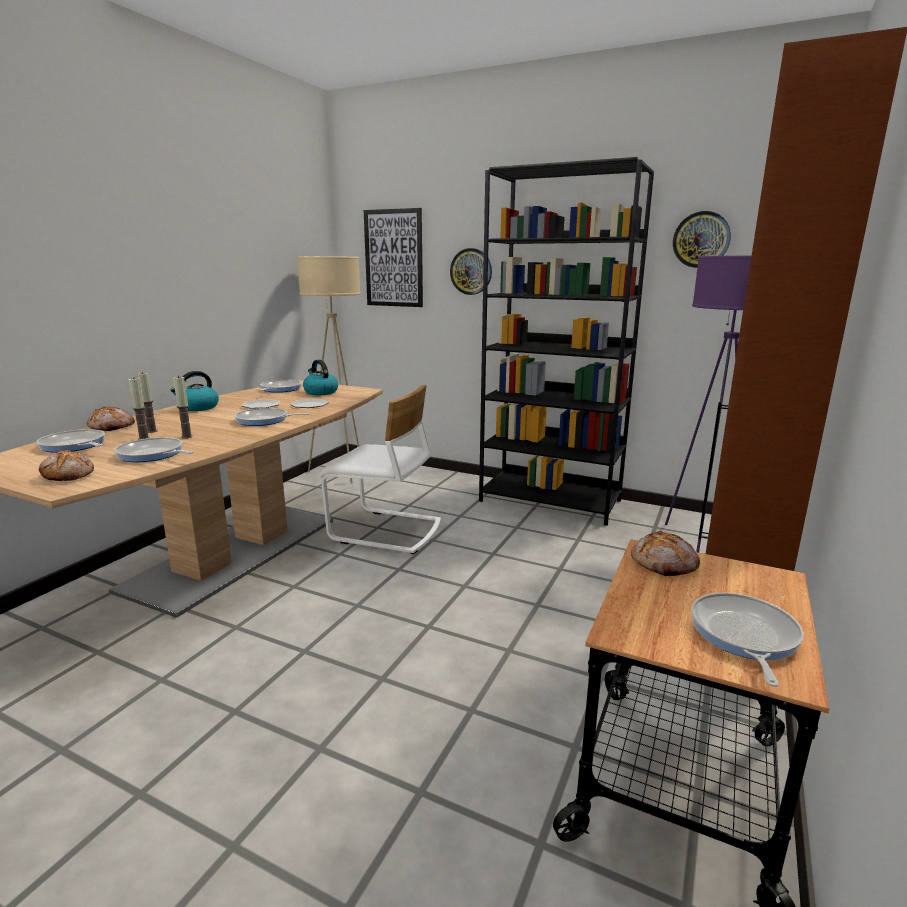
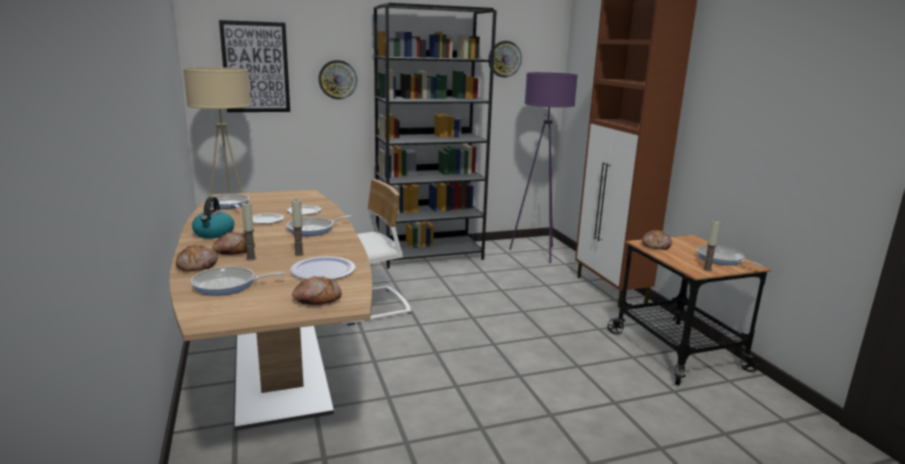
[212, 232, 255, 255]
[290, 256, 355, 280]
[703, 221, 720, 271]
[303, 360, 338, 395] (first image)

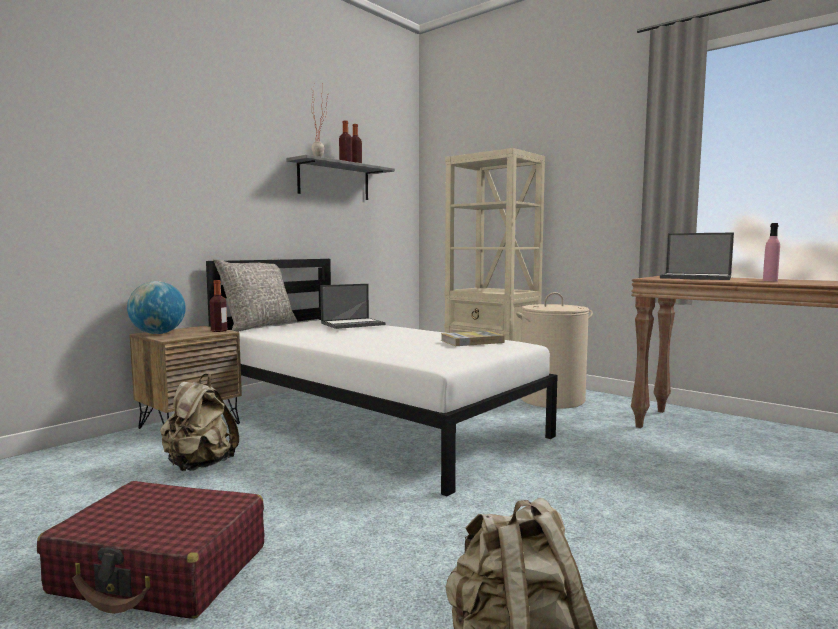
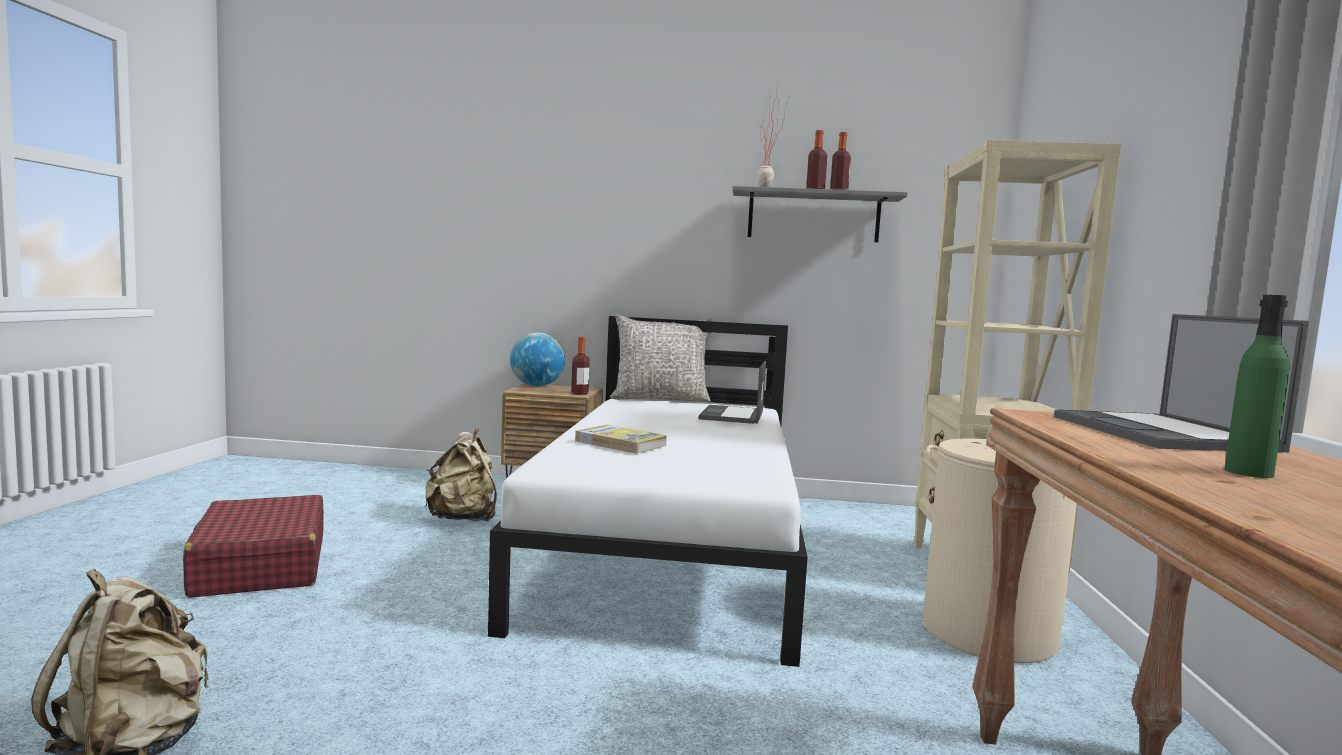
[575, 425, 667, 454]
[699, 361, 766, 424]
[1224, 295, 1290, 478]

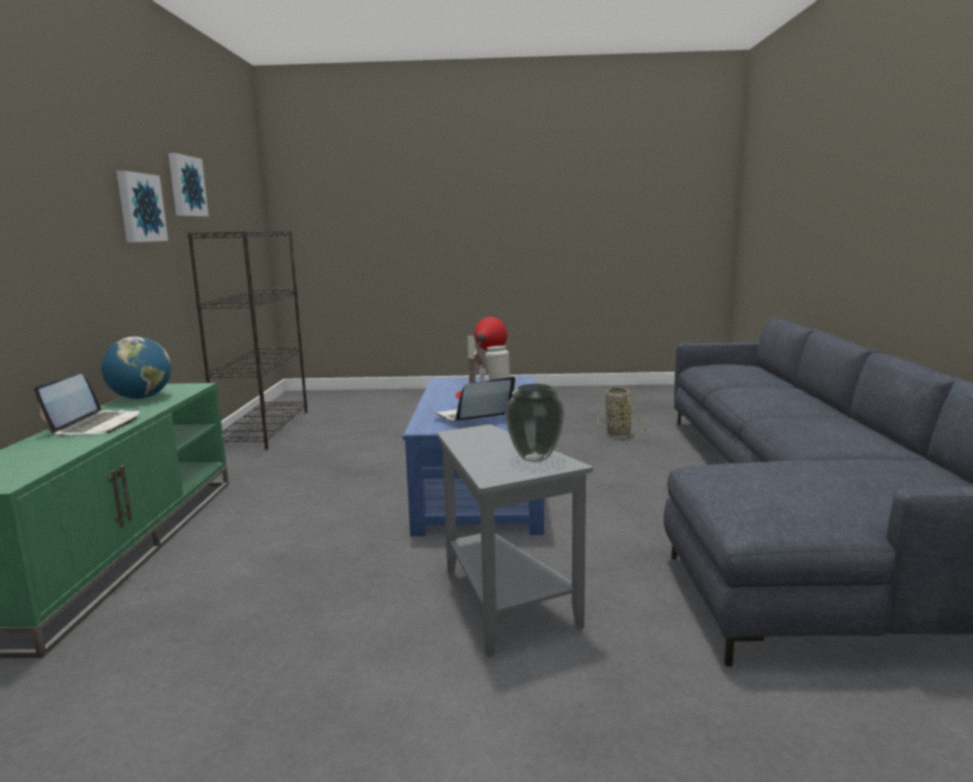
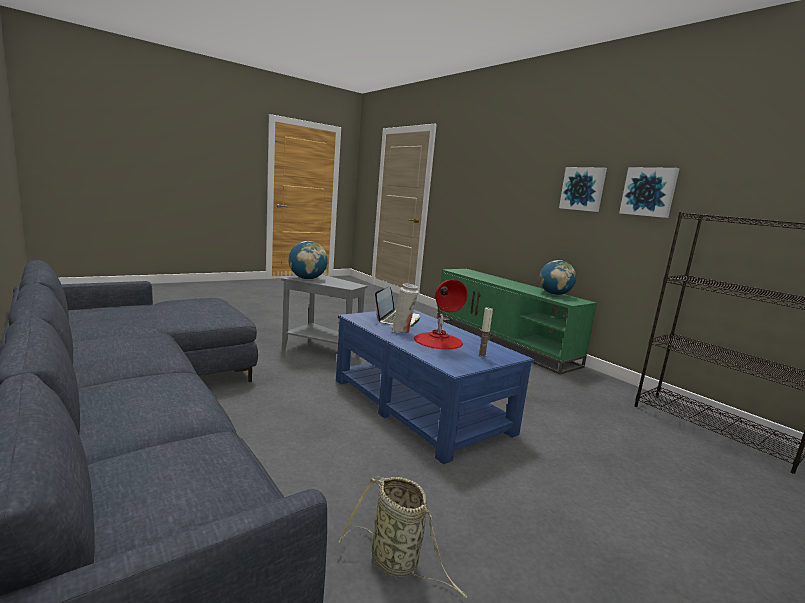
[288, 241, 328, 279]
[559, 167, 607, 212]
[34, 374, 140, 435] (first image)

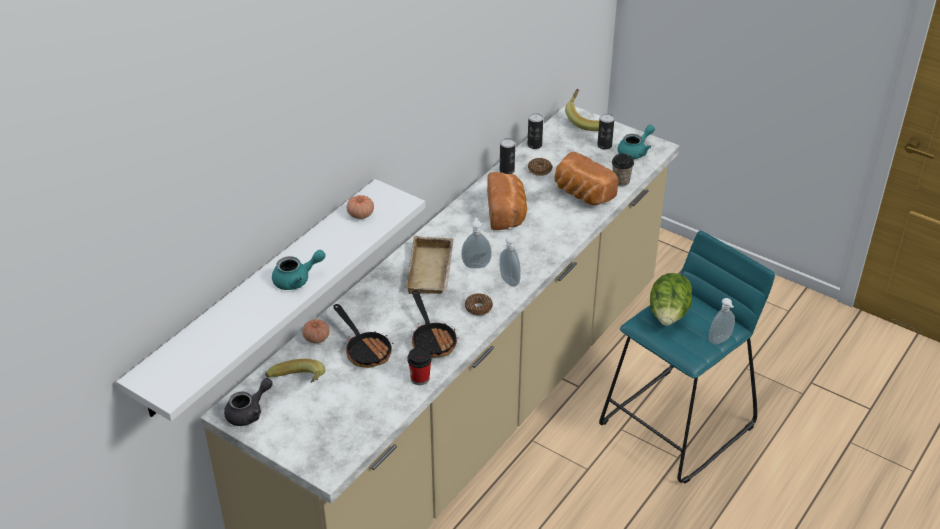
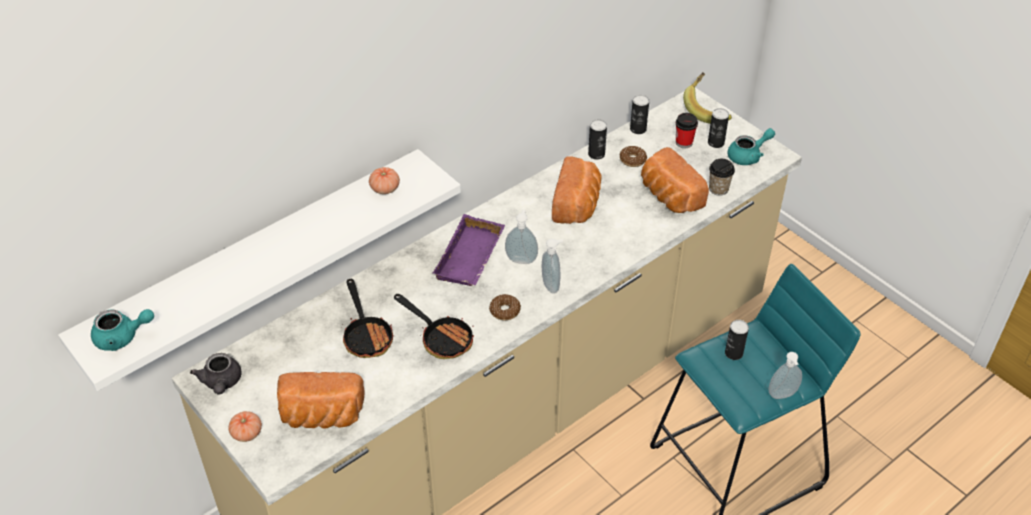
[91, 309, 154, 351]
[190, 353, 242, 395]
[228, 411, 262, 442]
[277, 372, 365, 429]
[394, 294, 474, 359]
[433, 214, 505, 286]
[676, 113, 698, 148]
[725, 320, 749, 360]
[265, 359, 326, 383] (first image)

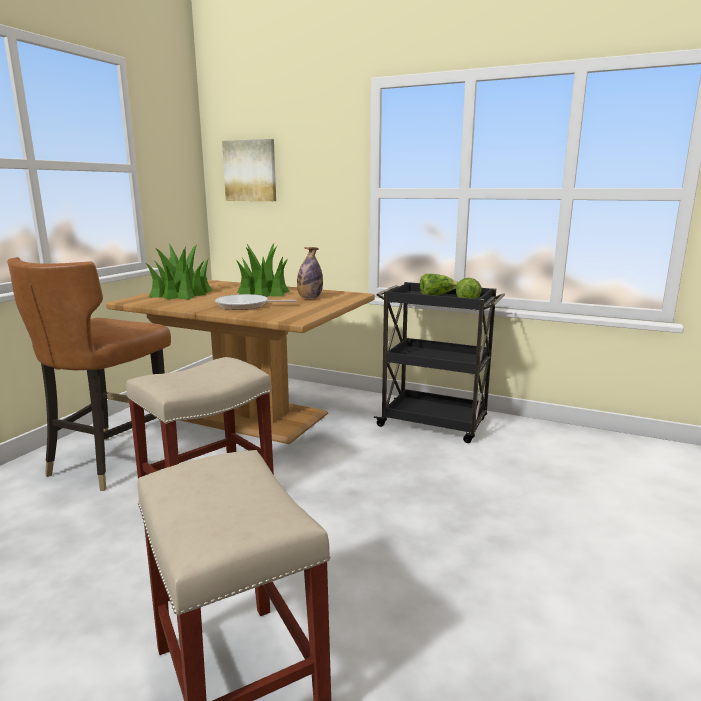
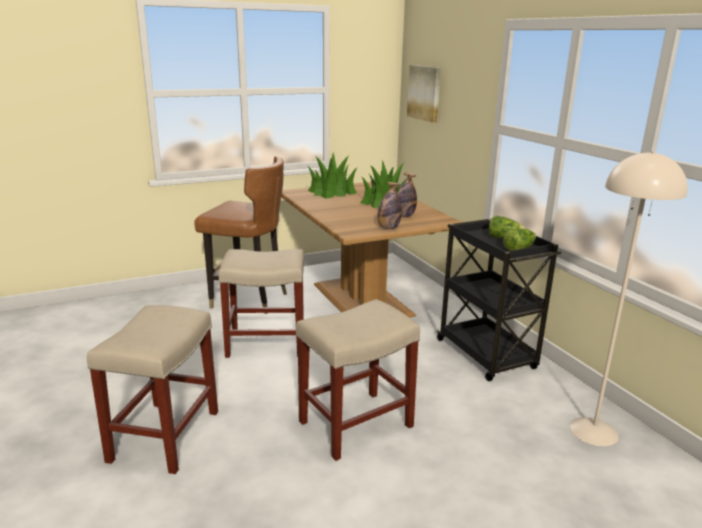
[195, 156, 287, 314]
[296, 299, 420, 461]
[378, 182, 402, 229]
[570, 151, 688, 447]
[215, 294, 297, 310] (first image)

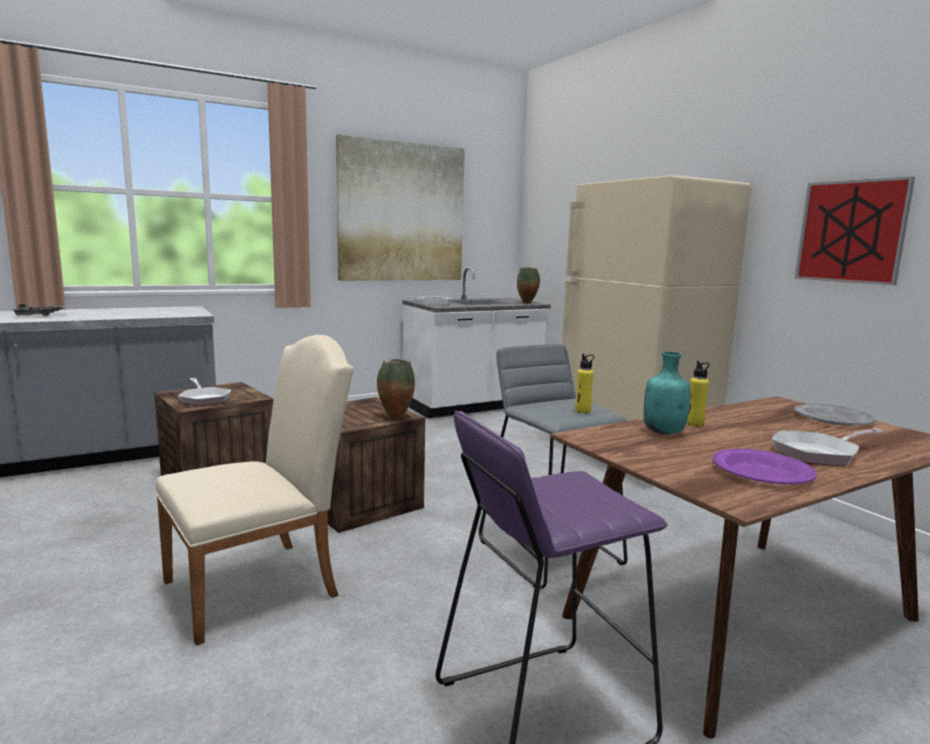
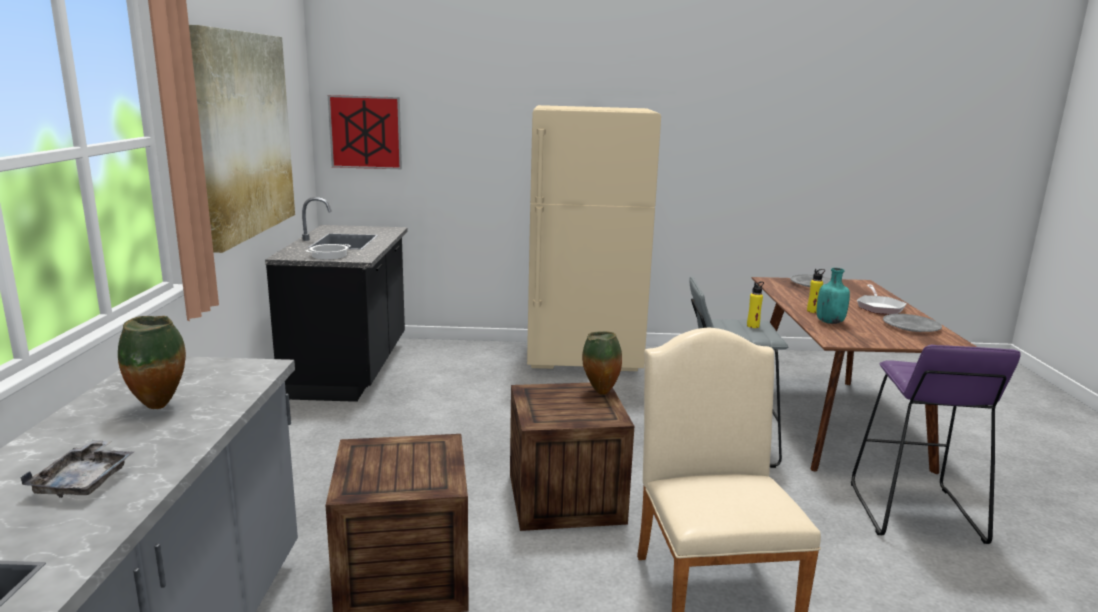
[118, 316, 186, 409]
[265, 197, 408, 402]
[328, 95, 402, 169]
[883, 314, 942, 332]
[179, 378, 231, 406] (first image)

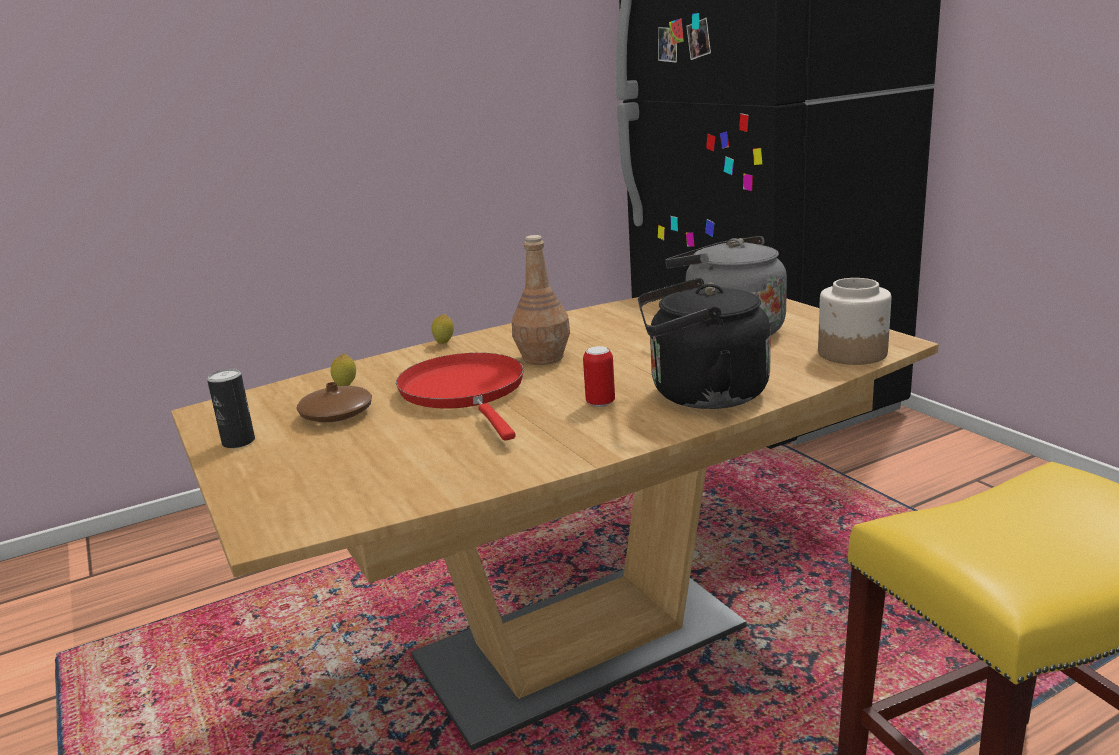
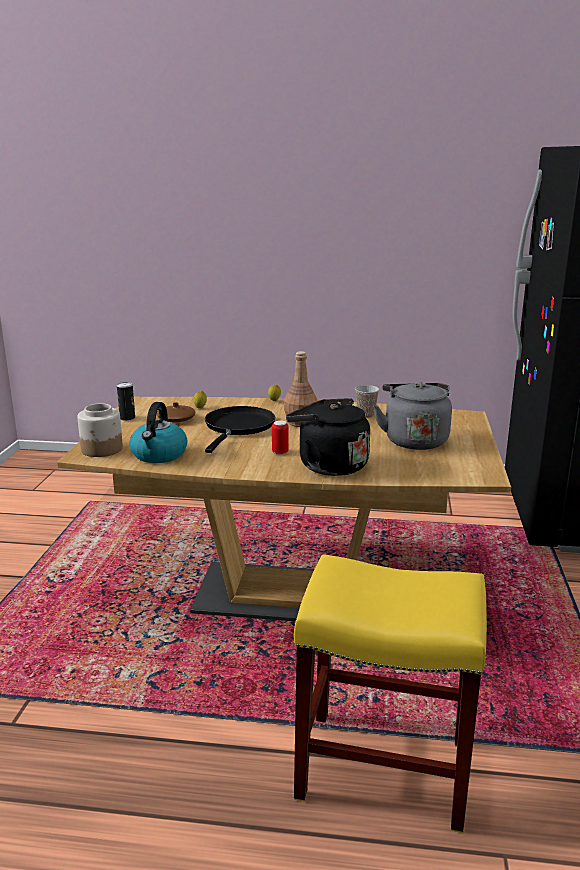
[77, 404, 123, 457]
[130, 402, 188, 463]
[205, 406, 275, 453]
[355, 385, 379, 418]

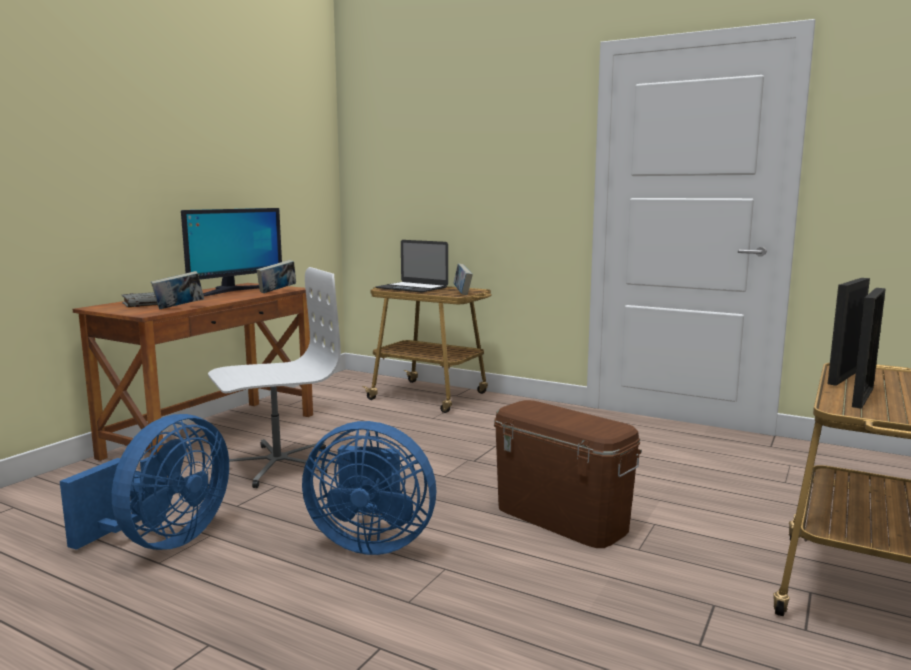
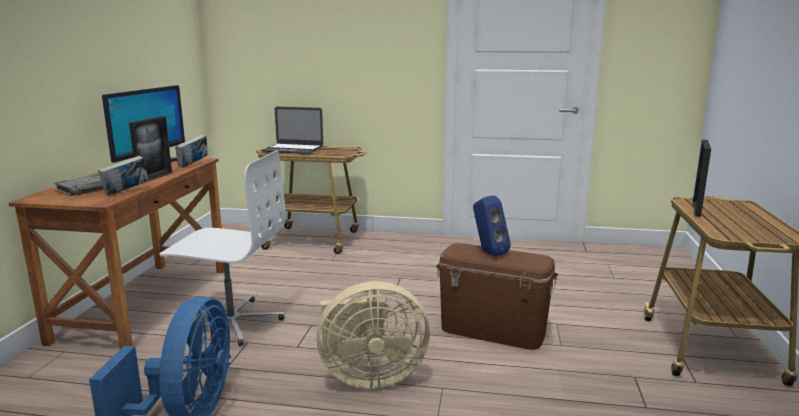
[129, 116, 172, 181]
[159, 150, 286, 346]
[317, 281, 430, 389]
[473, 196, 511, 256]
[453, 263, 473, 295] (first image)

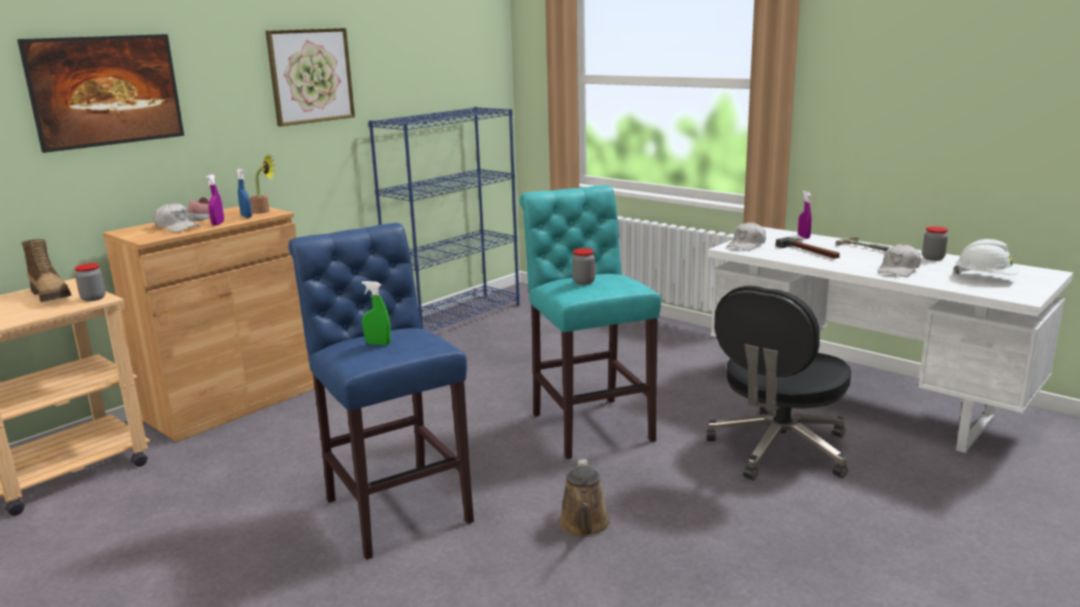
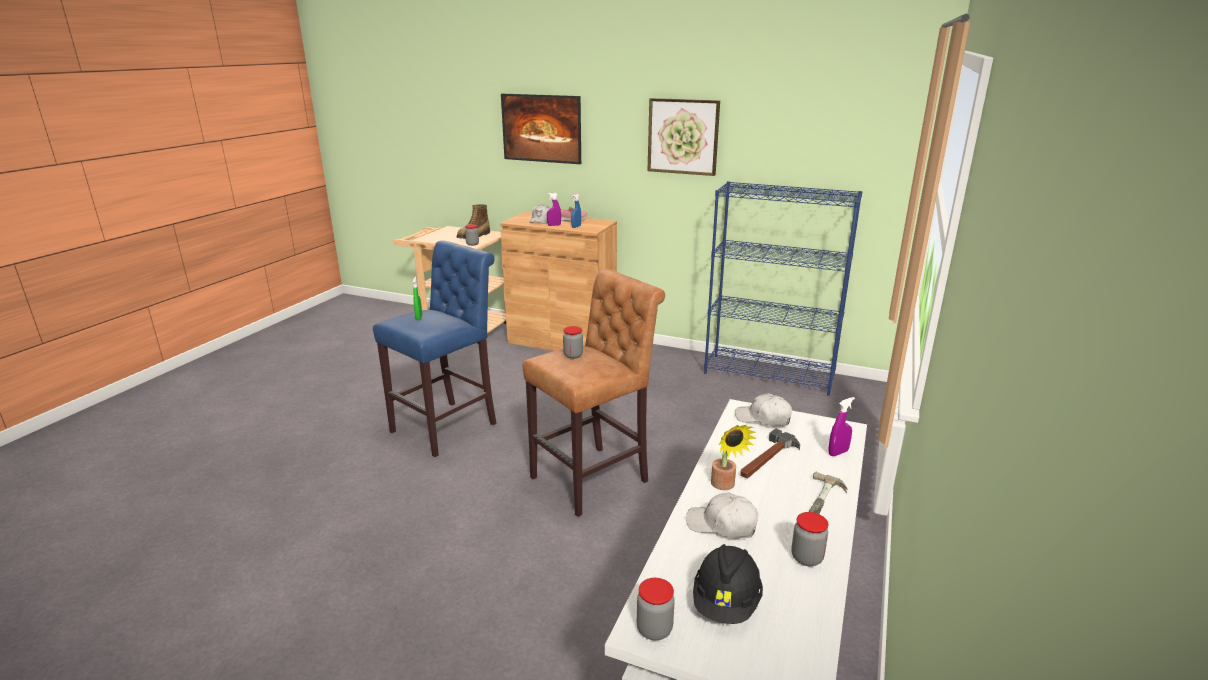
[522, 269, 665, 517]
[637, 578, 675, 641]
[693, 544, 763, 624]
[711, 425, 757, 490]
[559, 459, 610, 537] (first image)
[706, 286, 851, 480] (first image)

